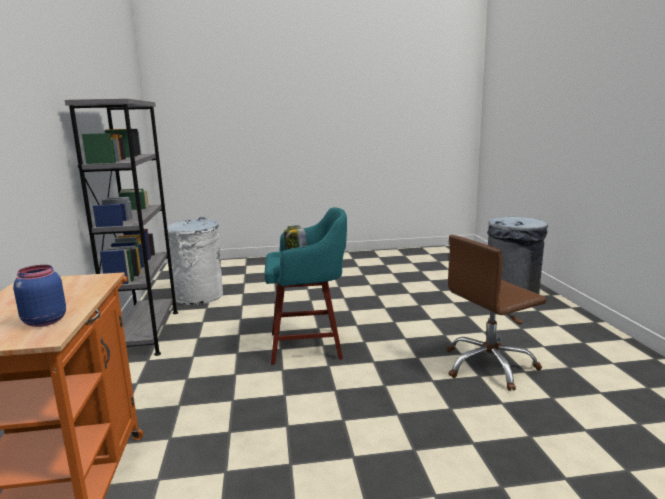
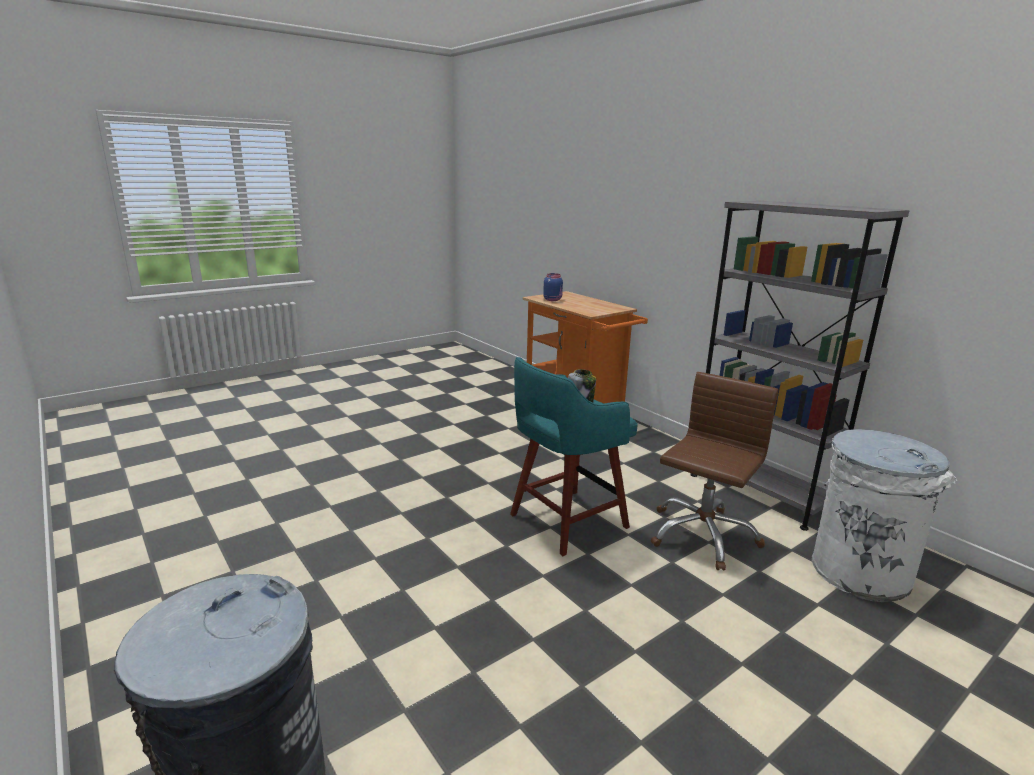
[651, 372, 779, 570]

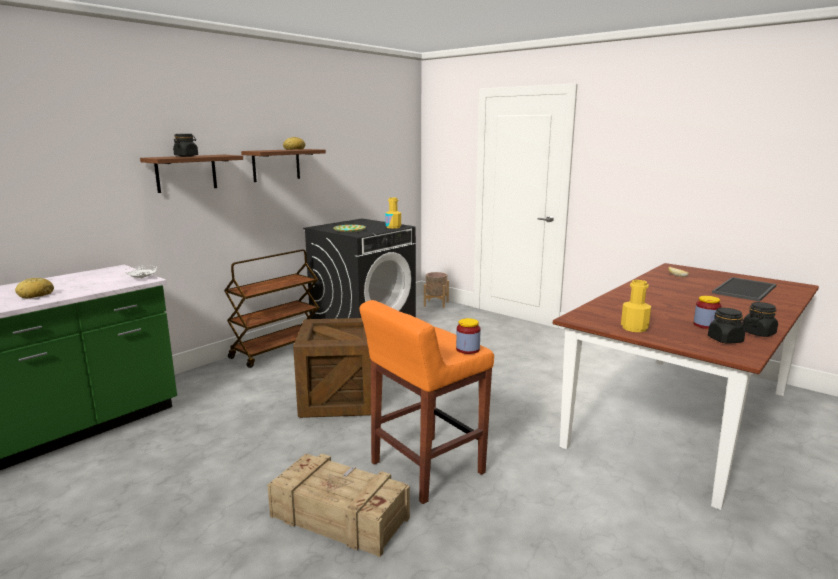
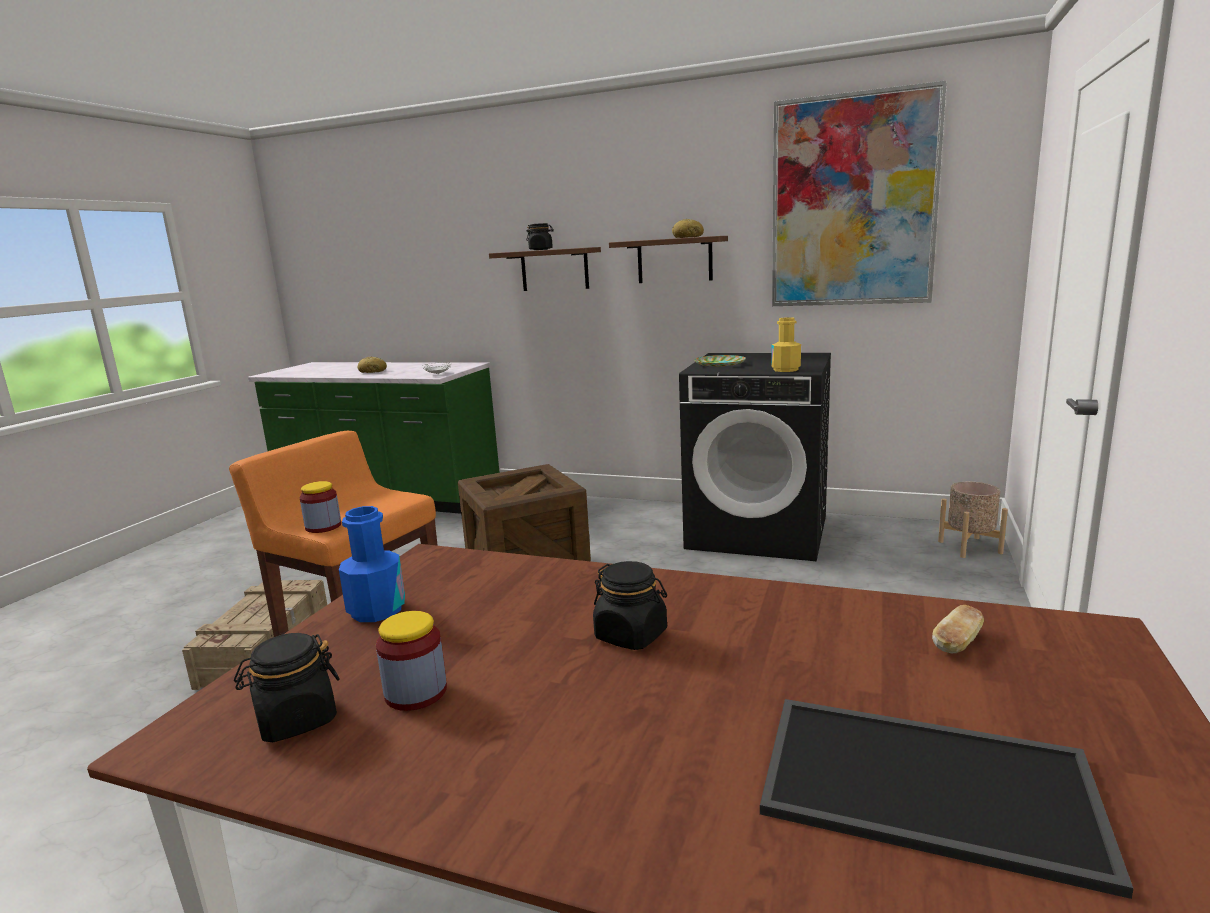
[339, 506, 405, 622]
[593, 561, 667, 650]
[772, 80, 947, 306]
[224, 249, 319, 368] (first image)

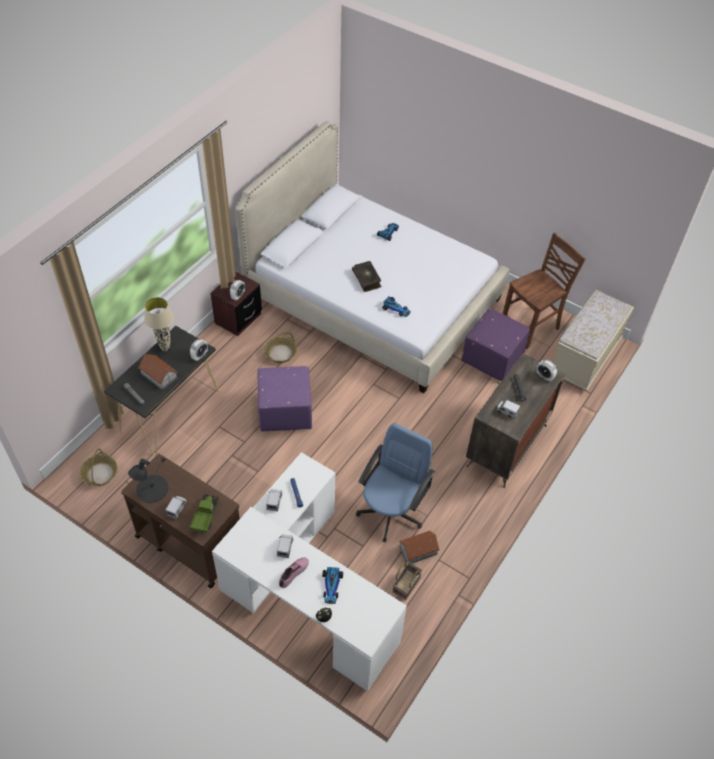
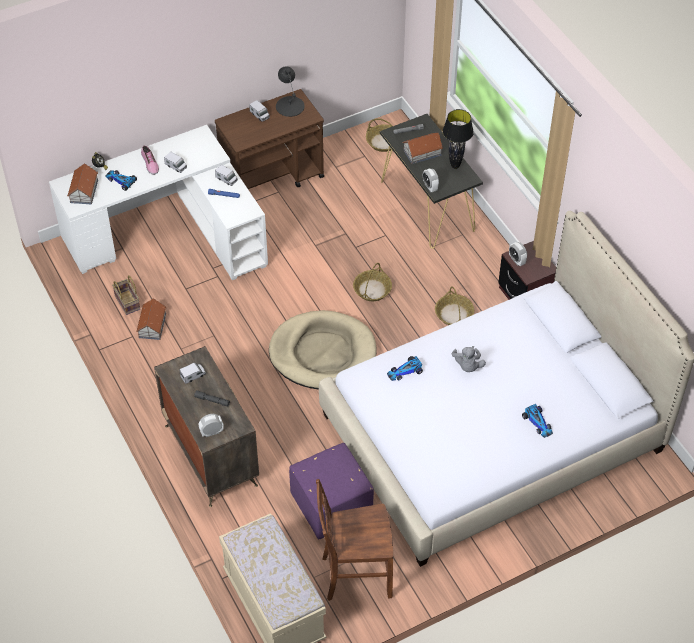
[67, 163, 98, 204]
[269, 310, 376, 389]
[316, 479, 393, 601]
[353, 263, 392, 301]
[443, 109, 474, 169]
[452, 346, 486, 372]
[190, 494, 219, 534] (first image)
[356, 423, 435, 542] (first image)

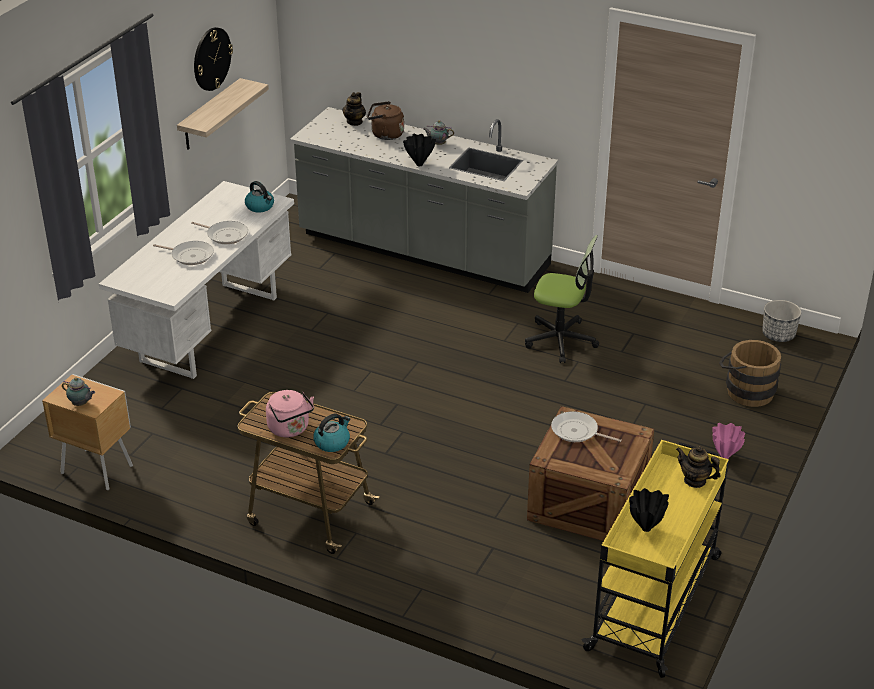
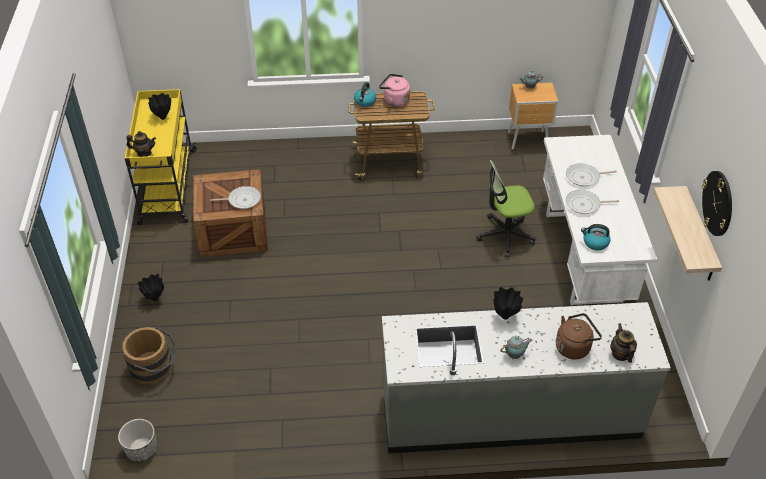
[138, 274, 164, 301]
[476, 160, 535, 257]

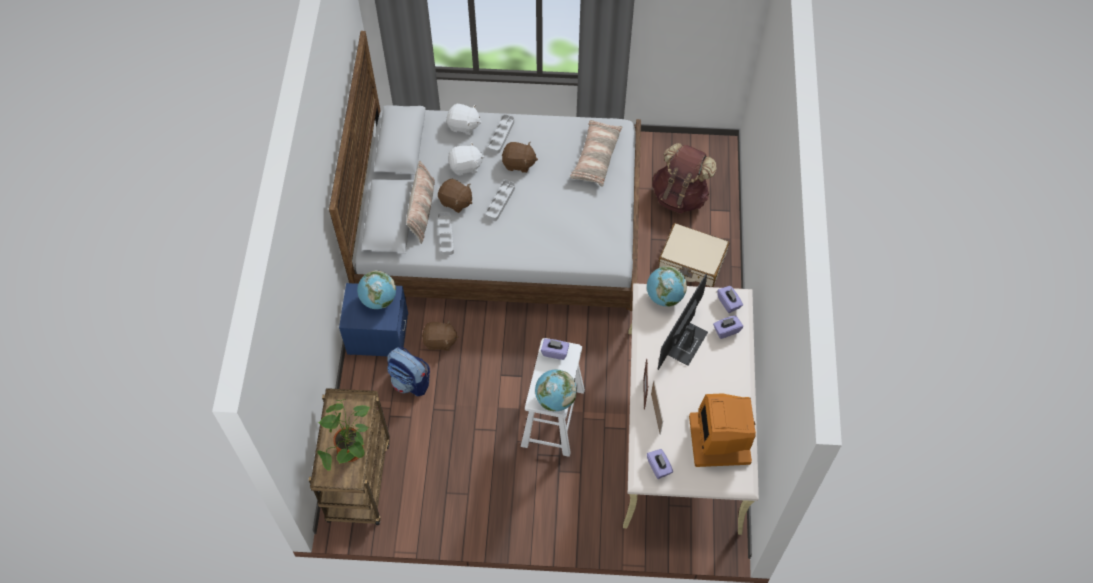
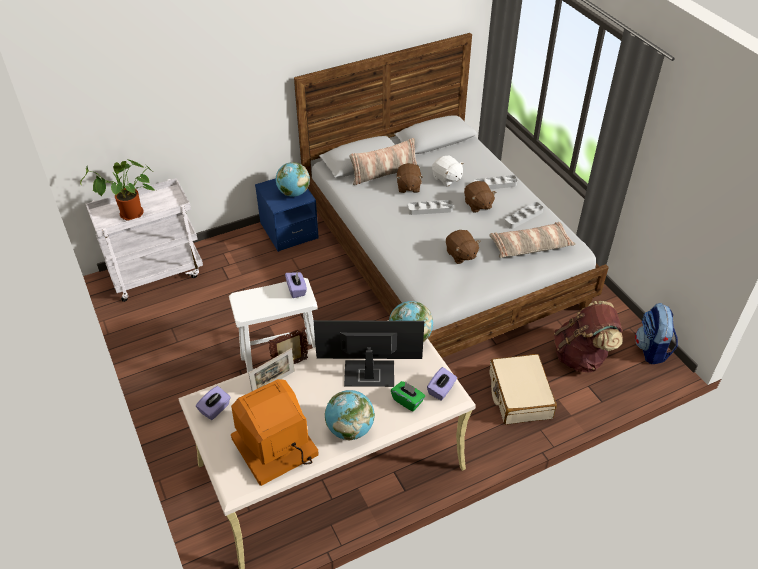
[86, 178, 203, 302]
[325, 390, 375, 440]
[391, 381, 425, 412]
[446, 230, 481, 264]
[504, 202, 543, 229]
[635, 303, 678, 364]
[447, 104, 482, 135] (first image)

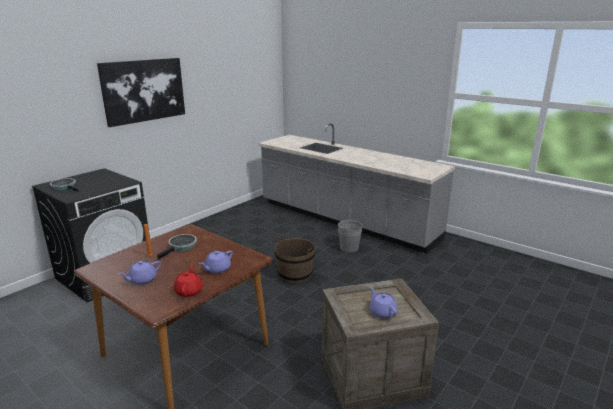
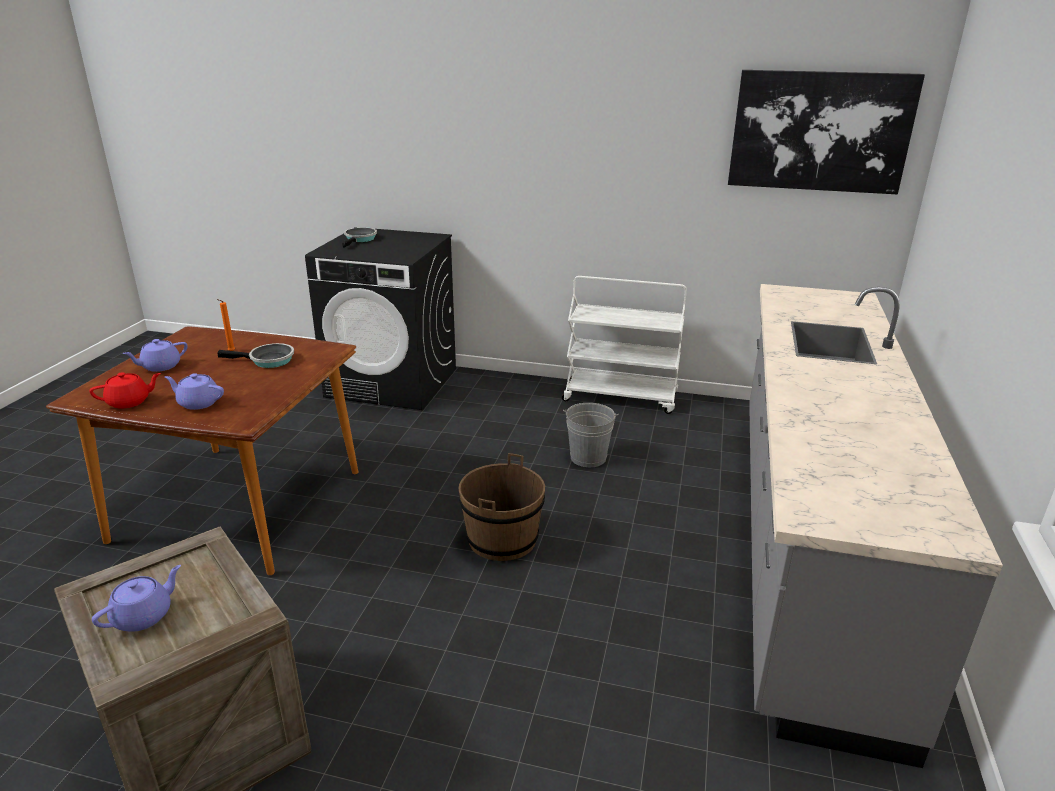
[122, 339, 188, 372]
[562, 276, 687, 414]
[563, 403, 619, 467]
[728, 70, 925, 194]

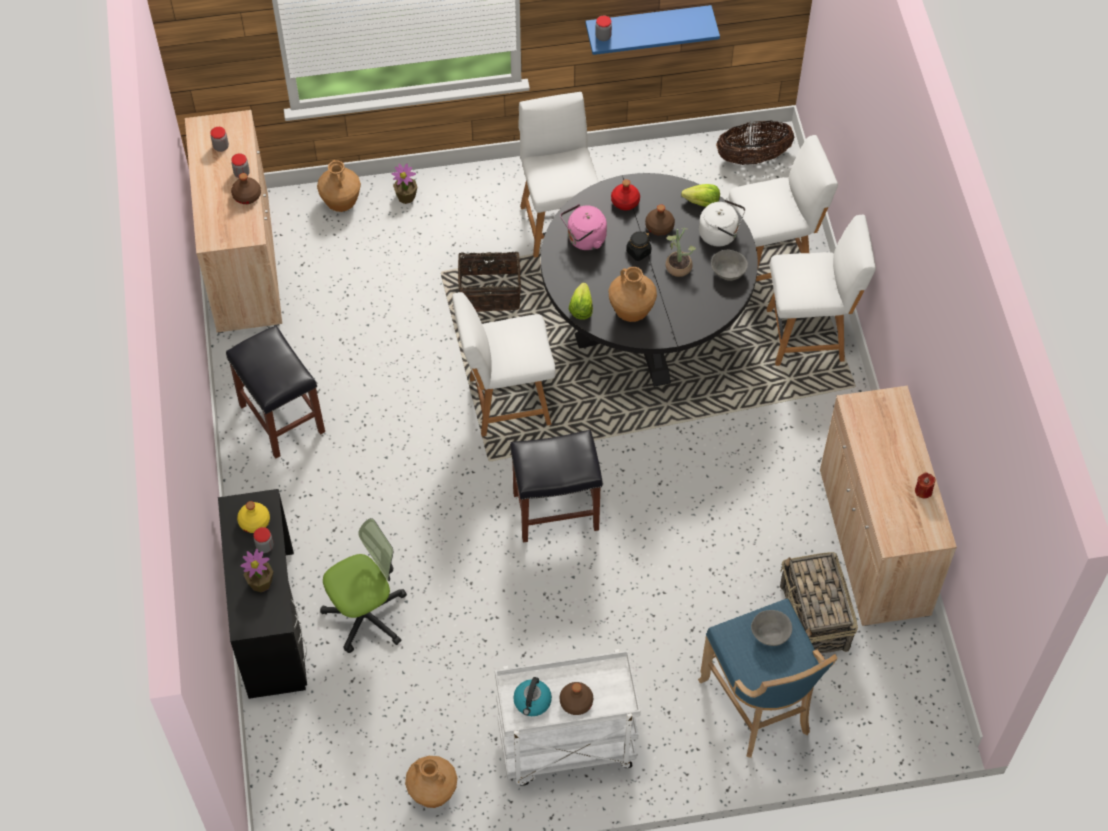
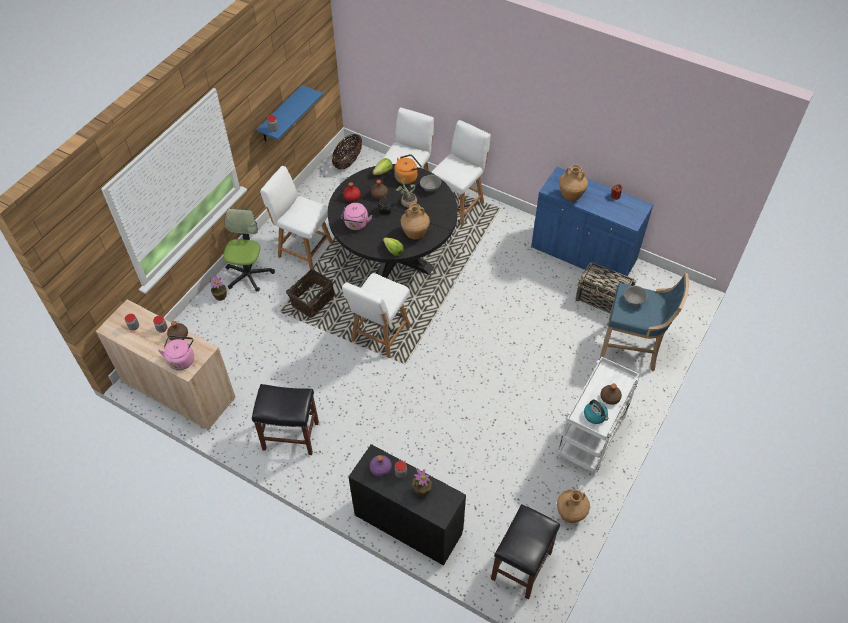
[158, 336, 194, 370]
[223, 208, 275, 292]
[370, 455, 392, 477]
[394, 154, 422, 184]
[491, 504, 560, 600]
[531, 167, 654, 276]
[559, 165, 588, 201]

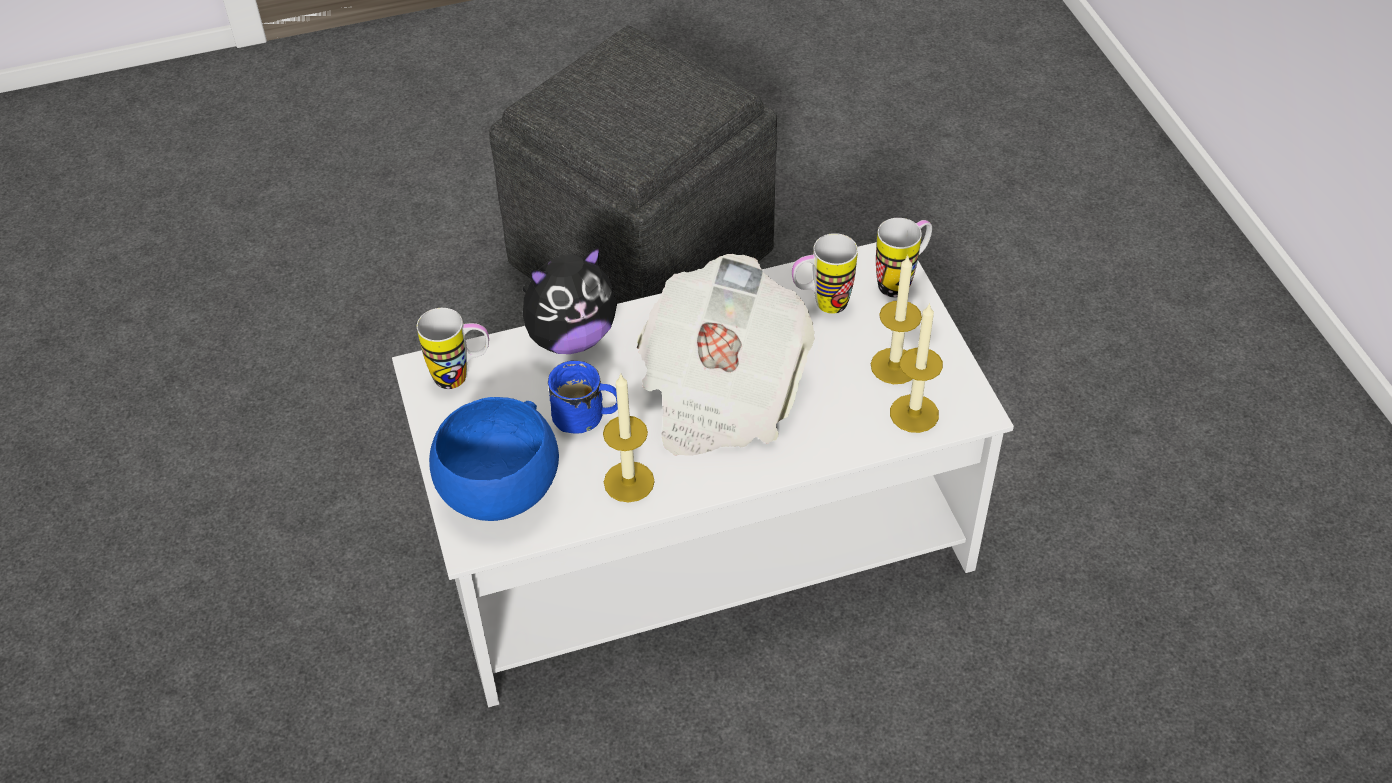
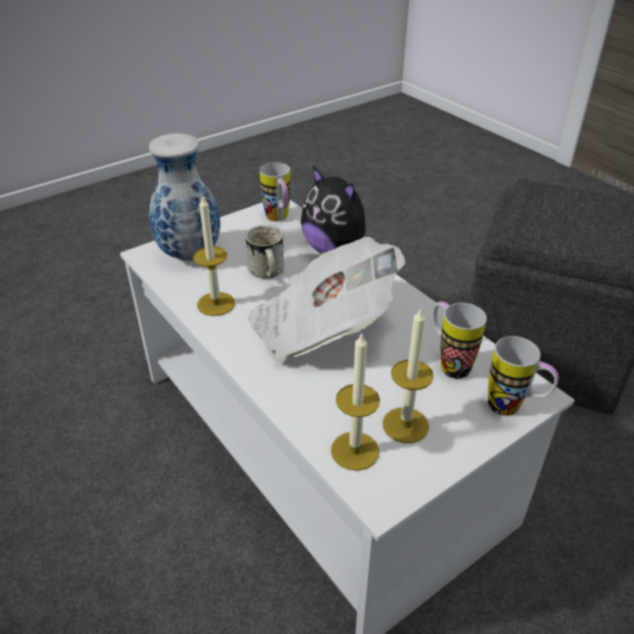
[149, 133, 220, 261]
[245, 225, 284, 278]

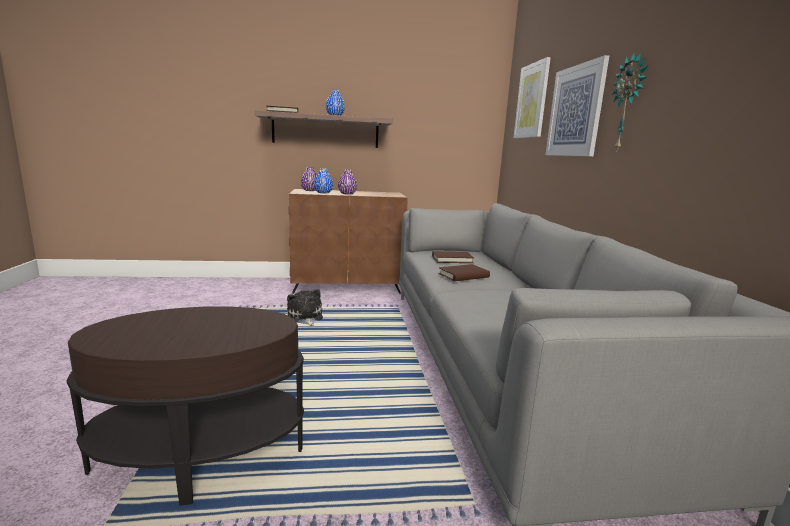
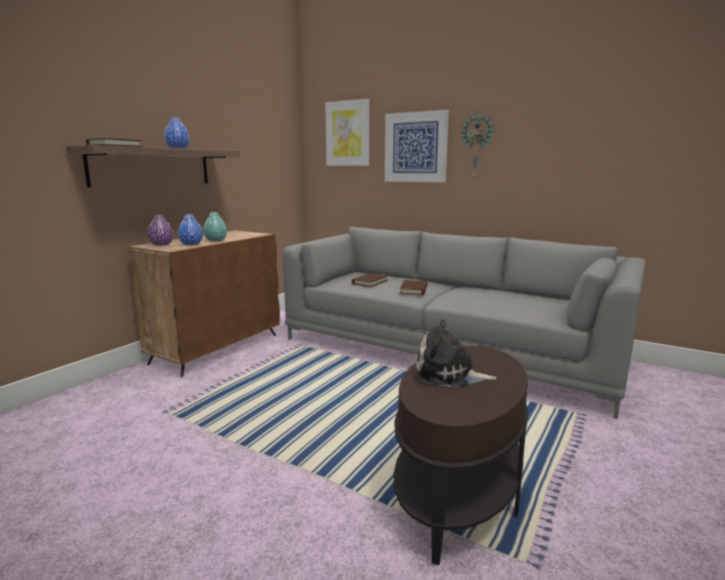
[203, 212, 227, 242]
[415, 319, 496, 387]

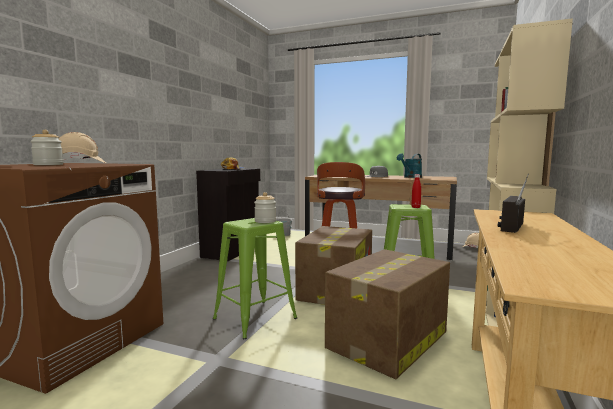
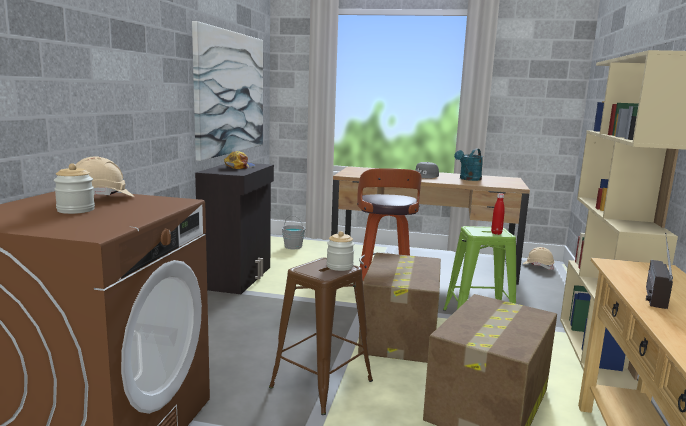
[192, 21, 263, 161]
[269, 258, 373, 415]

